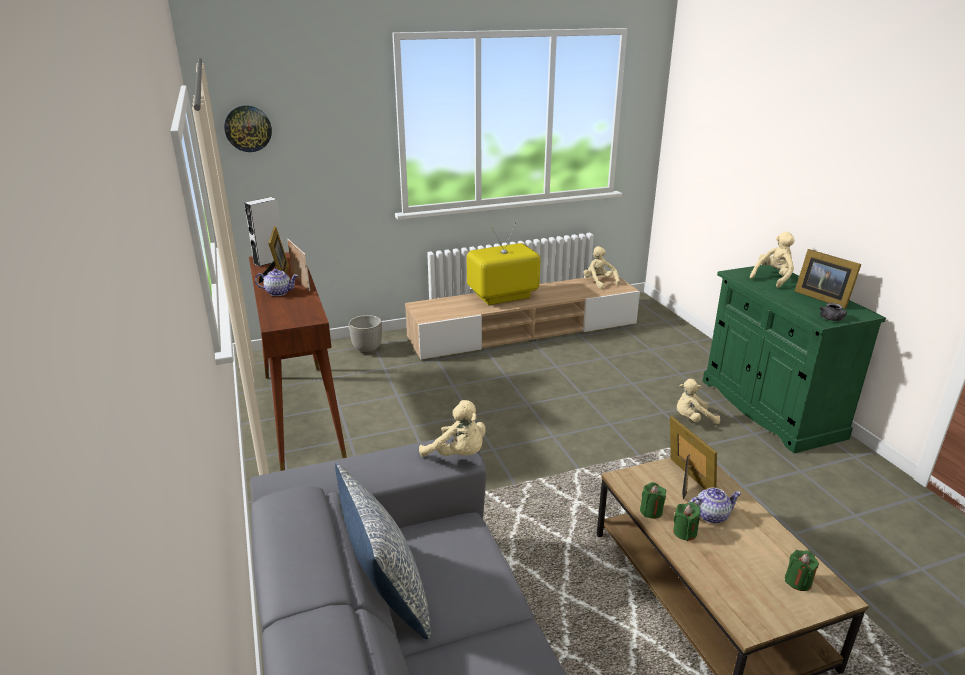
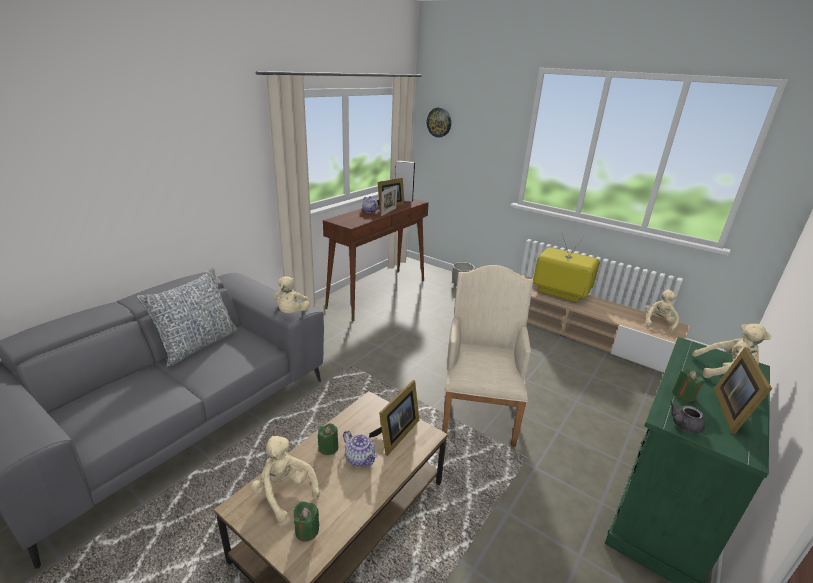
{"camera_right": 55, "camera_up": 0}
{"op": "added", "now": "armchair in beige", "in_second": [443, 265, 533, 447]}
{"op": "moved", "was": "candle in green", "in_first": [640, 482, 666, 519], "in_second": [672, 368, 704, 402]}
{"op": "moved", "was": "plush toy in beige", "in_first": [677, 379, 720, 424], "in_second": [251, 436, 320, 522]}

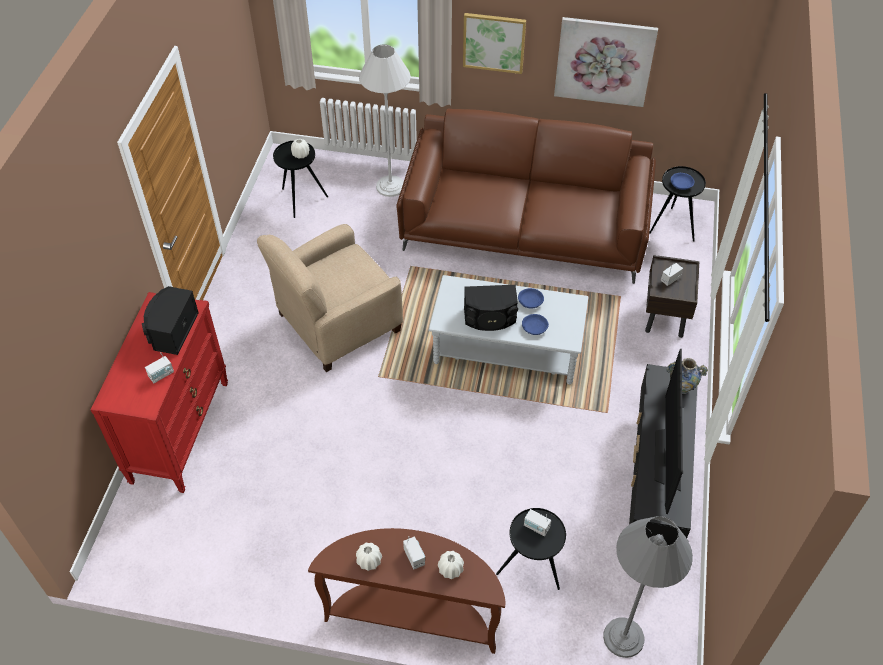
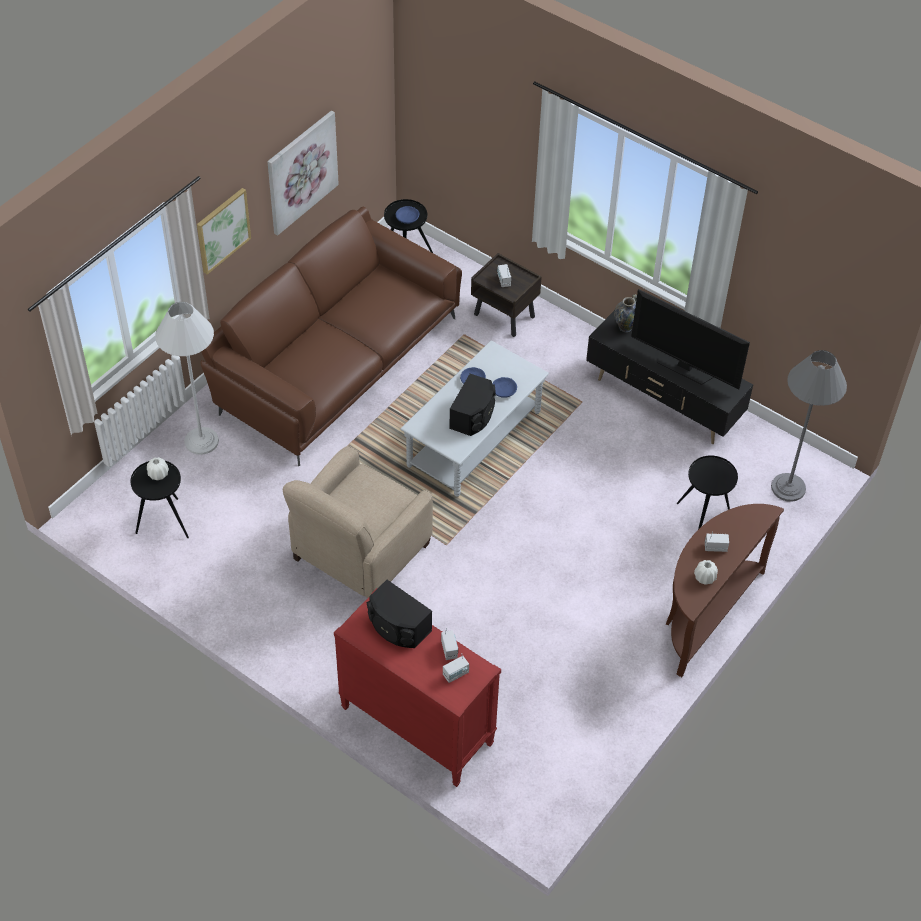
{"camera_right": -65, "camera_up": 0}
{"op": "removed", "was": "vase in white", "in_first": [438, 551, 464, 579]}
{"op": "moved", "was": "radio", "in_first": [524, 509, 551, 536], "in_second": [443, 653, 469, 683]}
{"op": "turned", "was": "armchair in beige", "in_first": [257, 224, 403, 372], "in_second": [283, 446, 433, 598], "clockwise": 45}

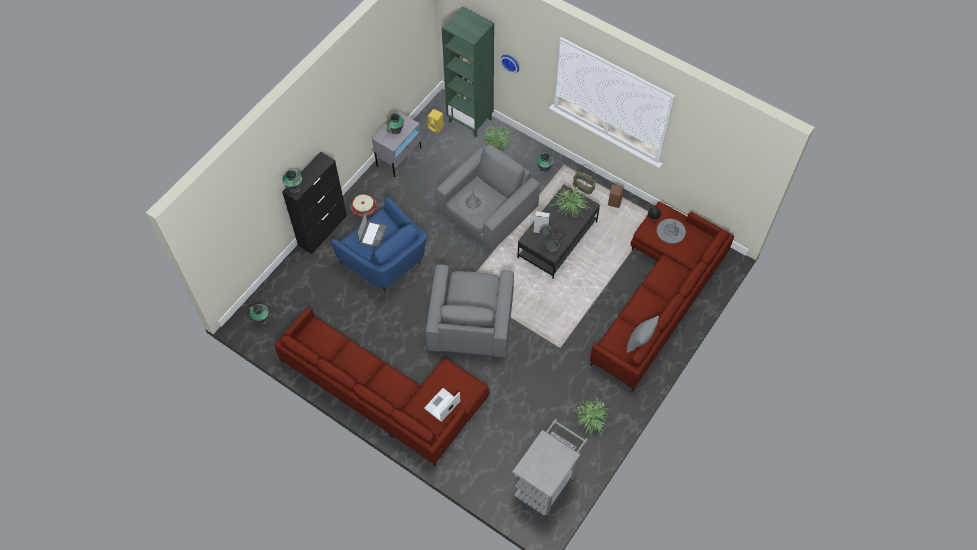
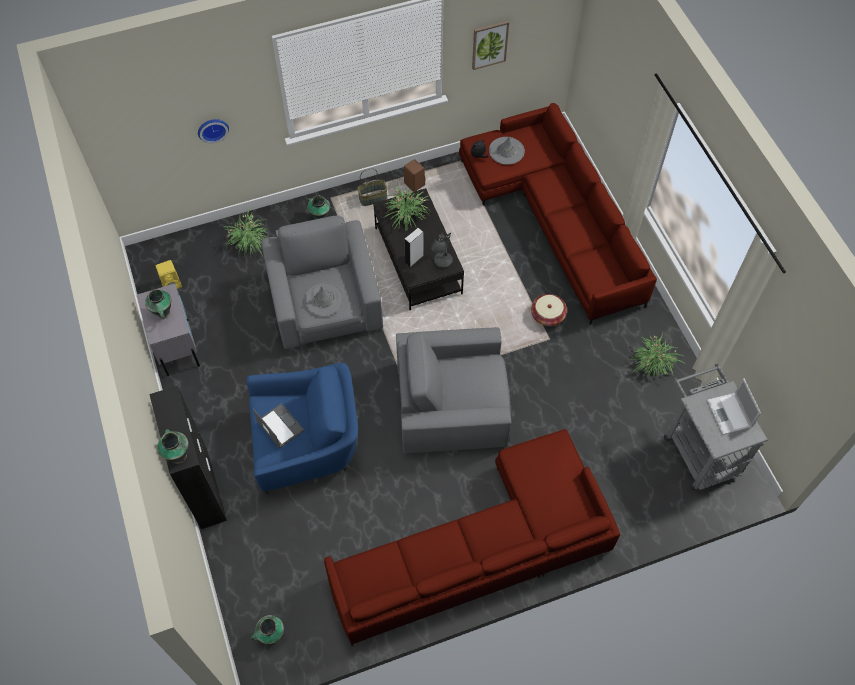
{"camera_right": -55, "camera_up": 0}
{"op": "removed", "was": "bookcase in green", "in_first": [442, 6, 494, 137]}
{"op": "removed", "was": "pillow in grey", "in_first": [626, 316, 659, 353]}
{"op": "added", "now": "picture", "in_second": [472, 21, 509, 70]}
{"op": "moved", "was": "basket", "in_first": [350, 194, 377, 217], "in_second": [531, 294, 567, 326]}
{"op": "moved", "was": "laptop", "in_first": [424, 388, 460, 422], "in_second": [707, 379, 761, 435]}
{"op": "turned", "was": "armchair in grey", "in_first": [426, 264, 514, 358], "in_second": [396, 327, 511, 453], "clockwise": 135}

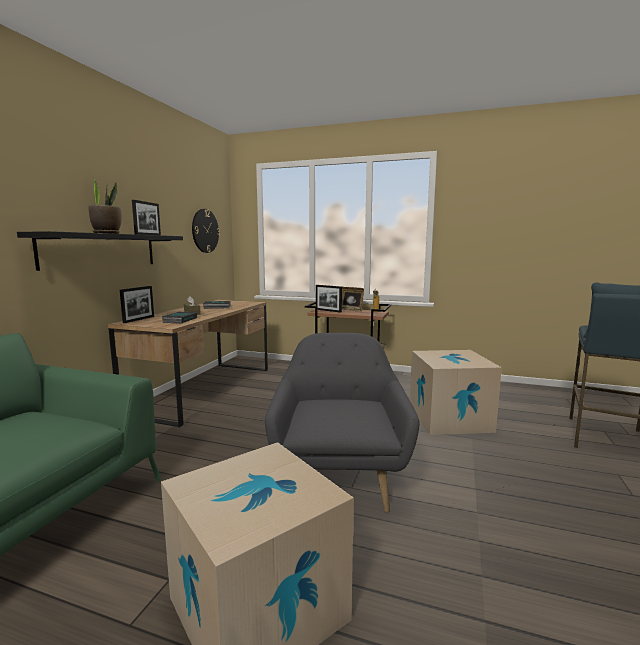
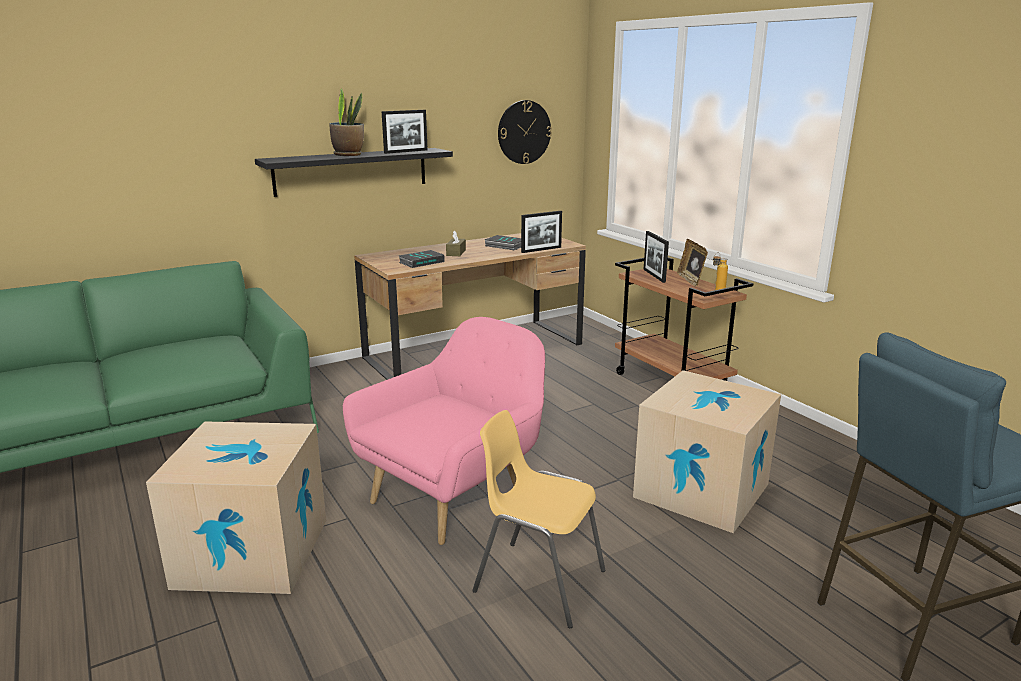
{"camera_right": 40, "camera_up": 10}
{"op": "added", "now": "chair in yellow", "in_second": [472, 410, 605, 628]}
{"op": "moved", "was": "picture frame", "in_first": [120, 286, 154, 323], "in_second": [521, 211, 562, 253]}
{"op": "recoloured", "was": "armchair in grey", "now": "armchair in pink", "in_first": [265, 333, 420, 513], "in_second": [343, 317, 545, 545]}

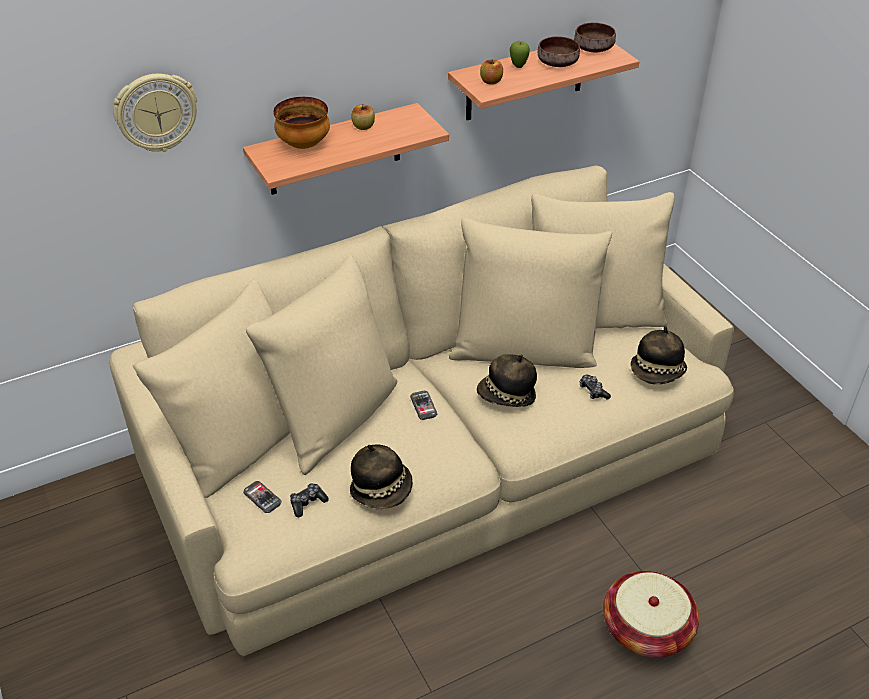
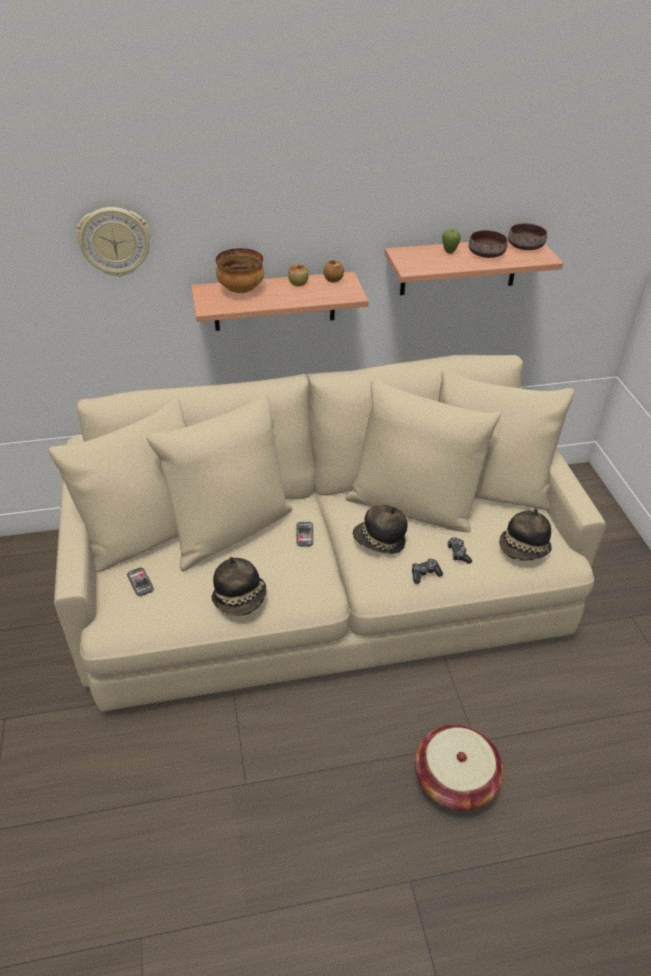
{"camera_right": 15, "camera_up": 0}
{"op": "moved", "was": "game controller", "in_first": [290, 483, 329, 517], "in_second": [412, 558, 443, 584]}
{"op": "moved", "was": "apple", "in_first": [480, 59, 503, 85], "in_second": [324, 260, 344, 283]}

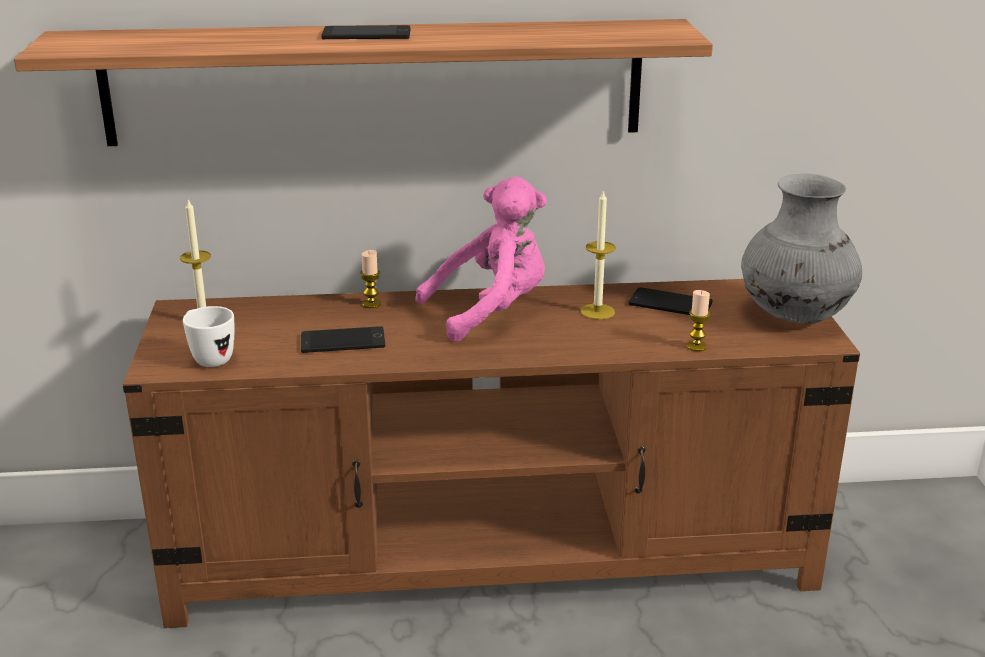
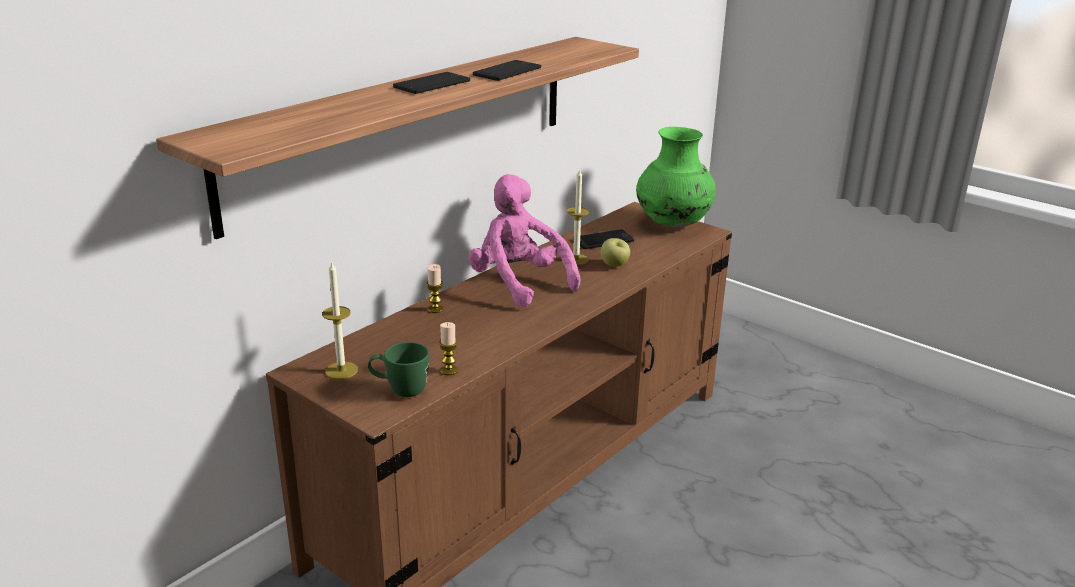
{"camera_right": -45, "camera_up": 0}
{"op": "added", "now": "apple", "in_second": [601, 238, 630, 267]}
{"op": "moved", "was": "phone", "in_first": [301, 326, 385, 353], "in_second": [473, 60, 541, 81]}
{"op": "moved", "was": "candle", "in_first": [686, 290, 710, 352], "in_second": [439, 322, 458, 375]}
{"op": "recoloured", "was": "mug in white", "now": "mug in green", "in_first": [183, 306, 234, 367], "in_second": [368, 342, 429, 397]}
{"op": "recoloured", "was": "vase in grey", "now": "vase in green", "in_first": [741, 174, 862, 324], "in_second": [636, 127, 716, 227]}
{"op": "turned", "was": "plush toy in pink", "in_first": [415, 177, 547, 342], "in_second": [468, 174, 581, 307], "clockwise": -60}

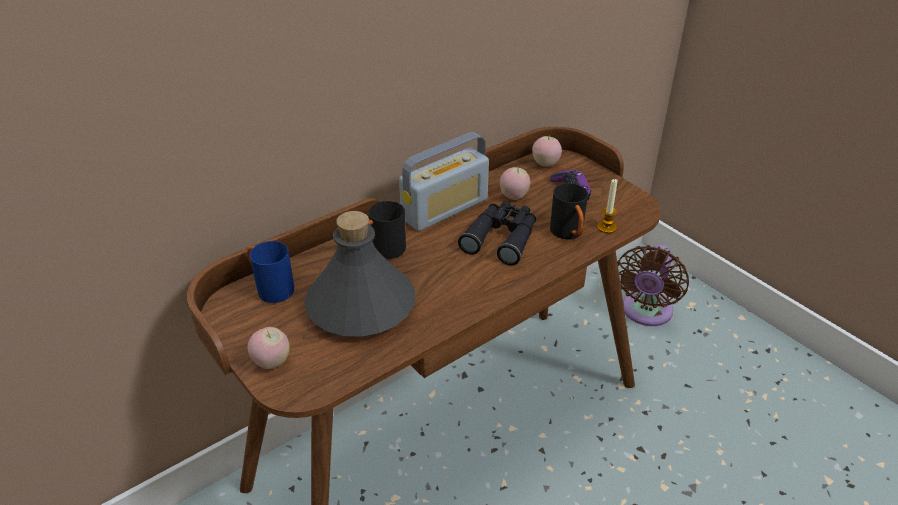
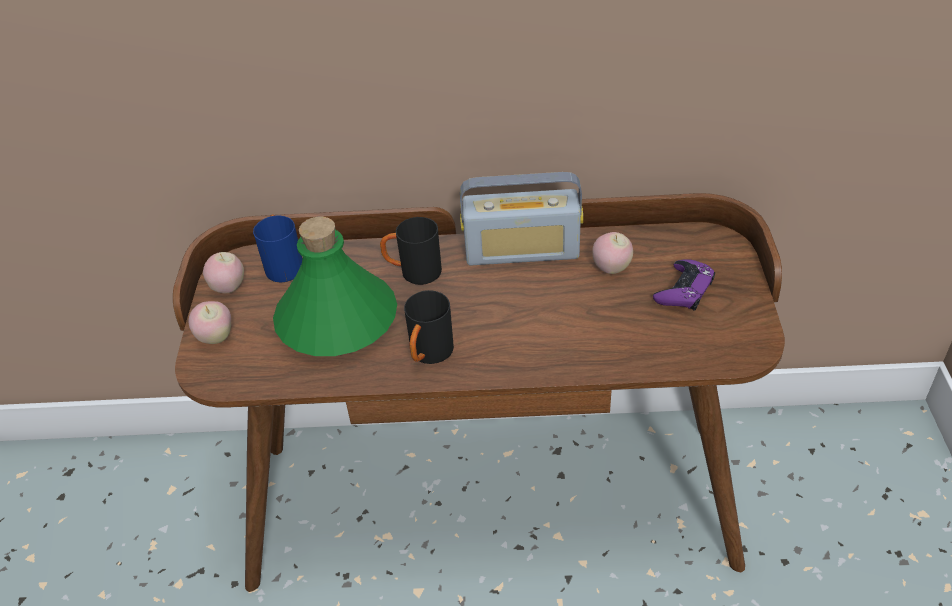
{"camera_right": 40, "camera_up": 5}
{"op": "removed", "was": "binoculars in black", "in_first": [458, 201, 536, 266]}
{"op": "removed", "was": "candle", "in_first": [597, 179, 618, 233]}
{"op": "removed", "was": "fan in brown", "in_first": [617, 245, 689, 326]}
{"op": "moved", "was": "apple", "in_first": [532, 136, 562, 167], "in_second": [203, 252, 244, 293]}
{"op": "moved", "was": "mug in black", "in_first": [550, 183, 588, 239], "in_second": [404, 290, 454, 364]}
{"op": "recoloured", "was": "bottle in grey", "now": "bottle in green", "in_first": [304, 211, 416, 337], "in_second": [273, 217, 397, 356]}

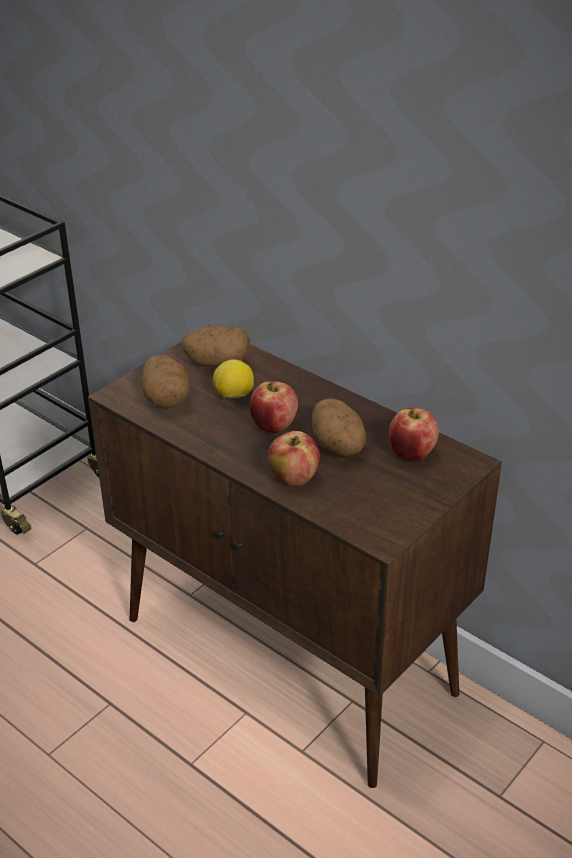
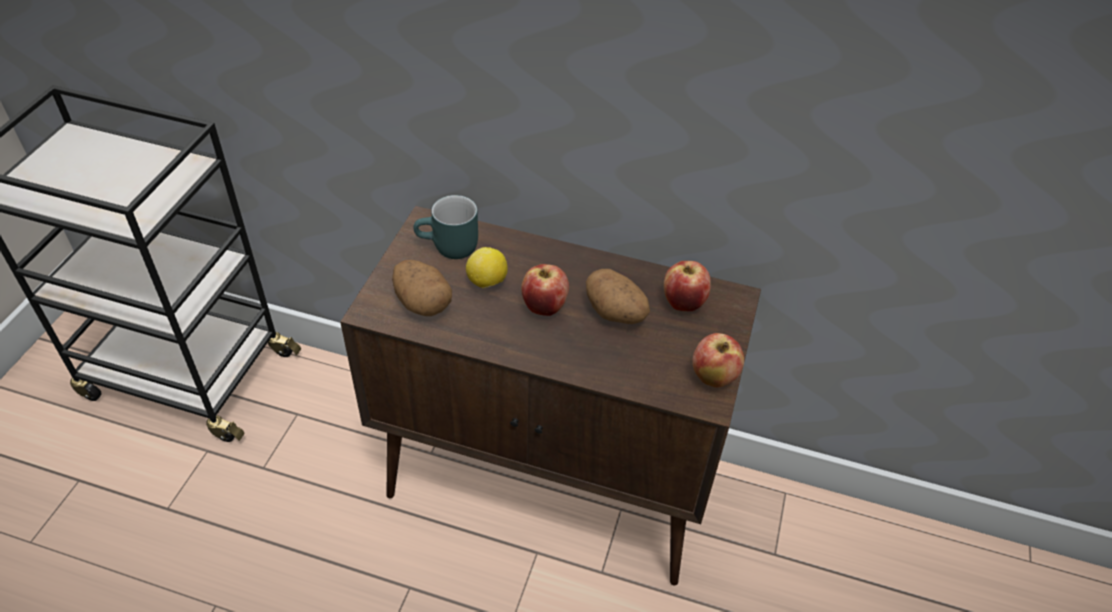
{"camera_right": -25, "camera_up": 10}
{"op": "moved", "was": "apple", "in_first": [268, 431, 320, 486], "in_second": [692, 333, 744, 388]}
{"op": "replaced", "was": "potato", "now": "mug in turquoise", "in_first": [182, 326, 250, 367], "in_second": [414, 195, 478, 259]}

